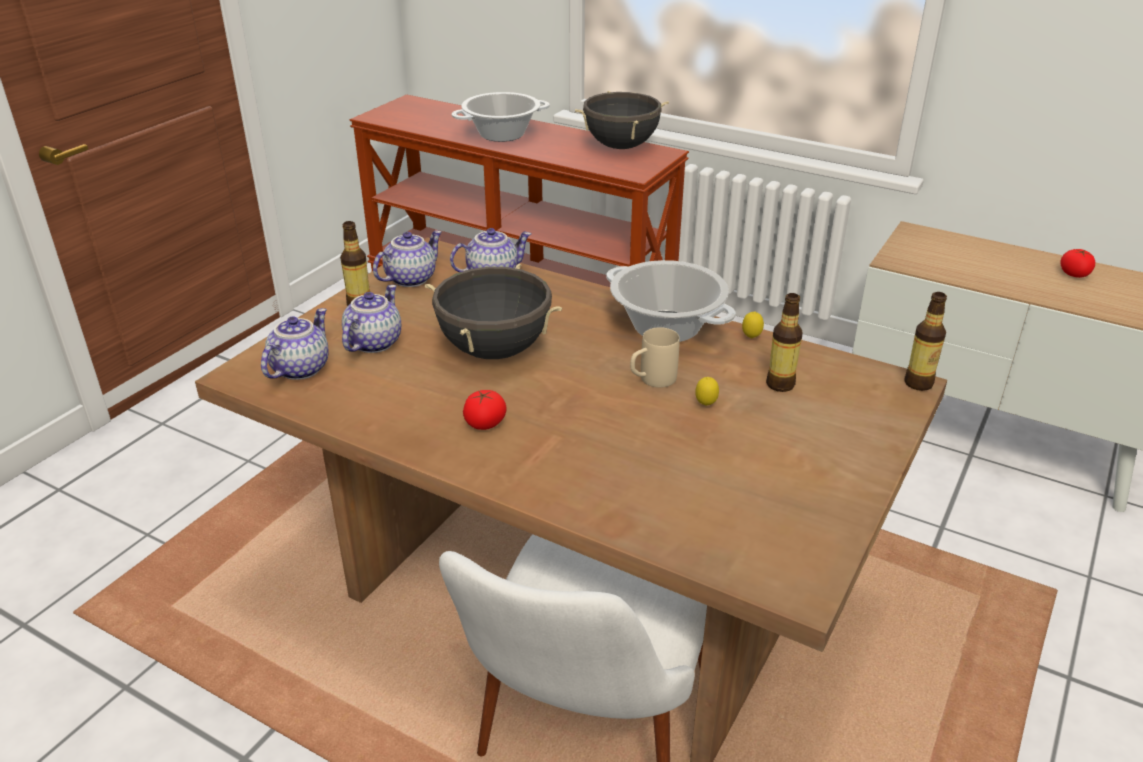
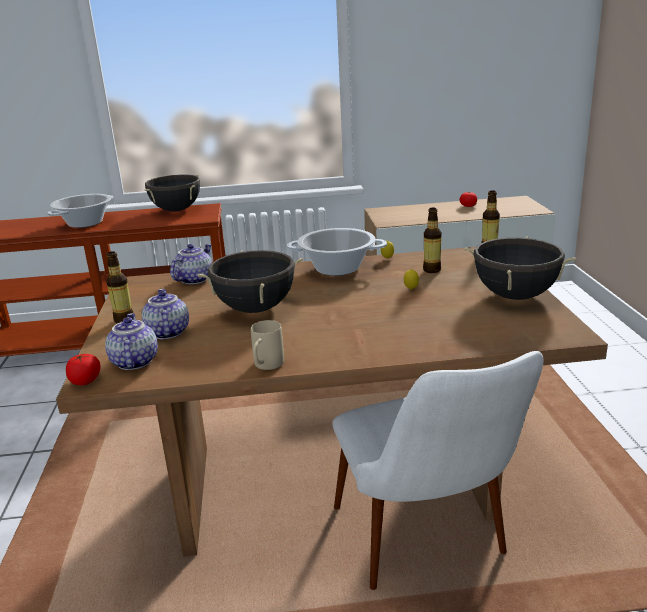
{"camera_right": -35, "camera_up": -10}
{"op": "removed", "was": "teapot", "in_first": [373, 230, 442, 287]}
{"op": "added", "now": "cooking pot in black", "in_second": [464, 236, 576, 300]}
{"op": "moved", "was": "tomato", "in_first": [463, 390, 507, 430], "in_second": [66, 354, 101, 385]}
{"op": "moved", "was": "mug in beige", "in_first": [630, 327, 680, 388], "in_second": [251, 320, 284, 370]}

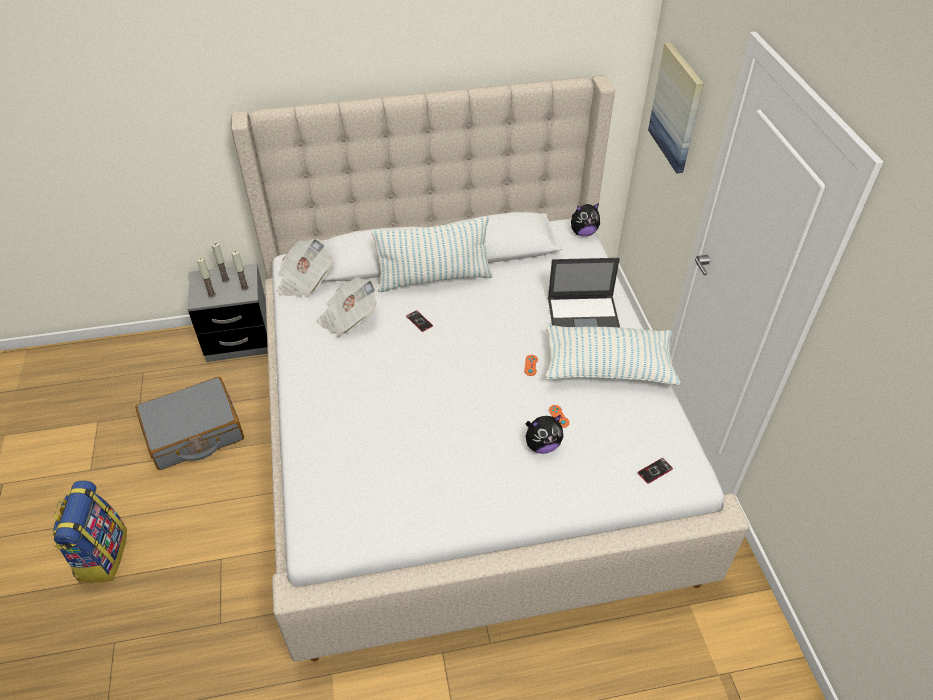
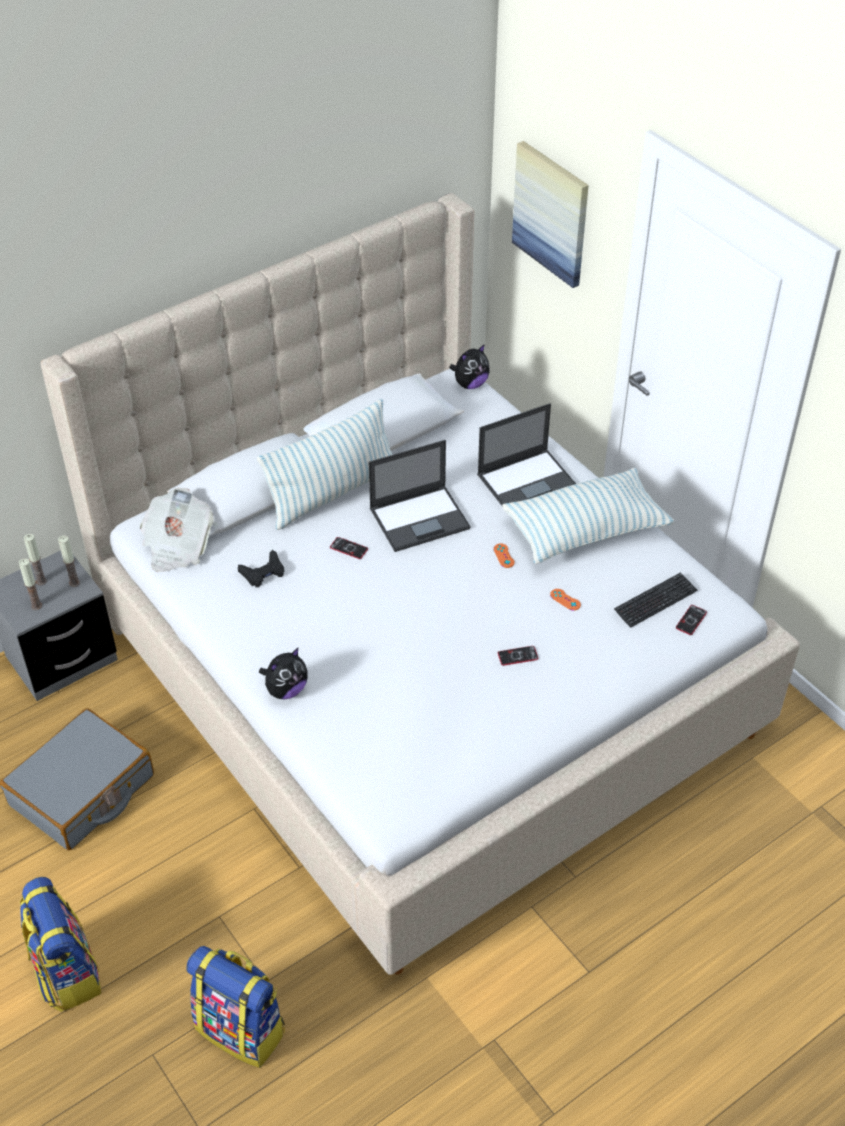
{"camera_right": -25, "camera_up": 0}
{"op": "added", "now": "backpack", "in_second": [186, 946, 285, 1068]}
{"op": "added", "now": "laptop", "in_second": [369, 440, 471, 552]}
{"op": "added", "now": "phone", "in_second": [498, 646, 539, 666]}
{"op": "added", "now": "keyboard", "in_second": [614, 572, 697, 628]}
{"op": "moved", "was": "plush toy", "in_first": [526, 415, 563, 454], "in_second": [259, 648, 308, 700]}
{"op": "replaced", "was": "newspaper", "now": "game controller in black", "in_first": [317, 277, 377, 337], "in_second": [238, 550, 284, 587]}

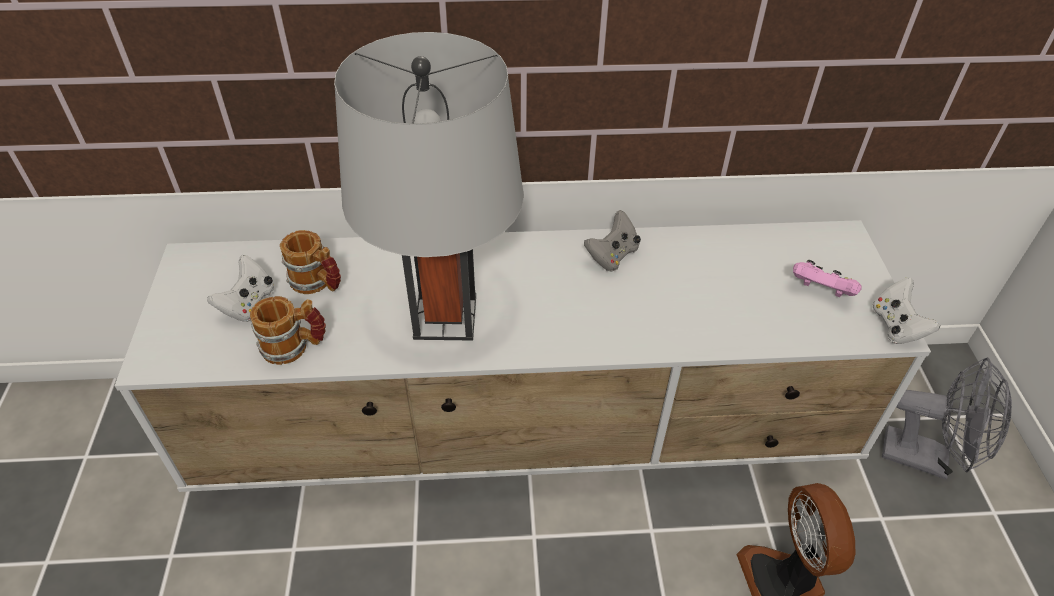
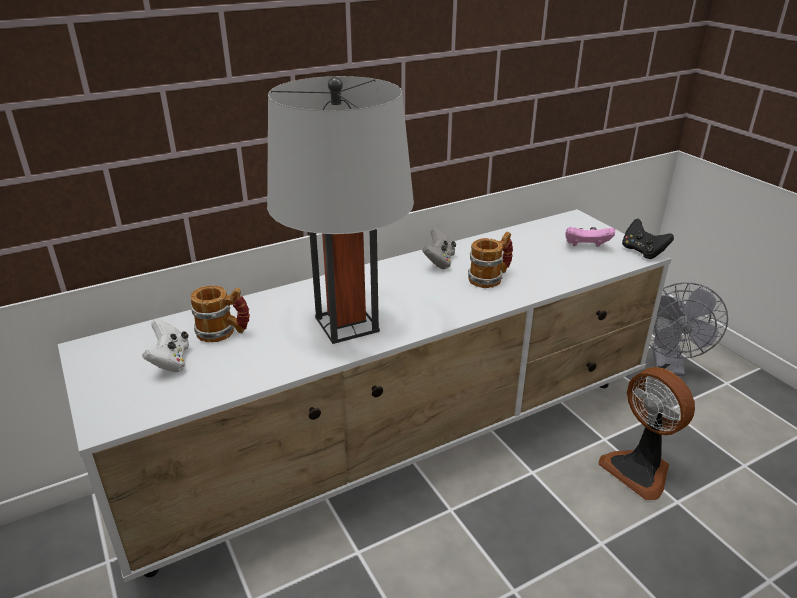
{"camera_right": -25, "camera_up": -15}
{"op": "moved", "was": "mug", "in_first": [250, 296, 326, 365], "in_second": [468, 231, 513, 288]}
{"op": "recoloured", "was": "game controller in white", "now": "game controller in black", "in_first": [872, 278, 940, 344], "in_second": [622, 218, 674, 259]}
{"op": "turned", "was": "fan in grey", "in_first": [882, 357, 1012, 479], "in_second": [649, 282, 728, 376], "clockwise": 105}

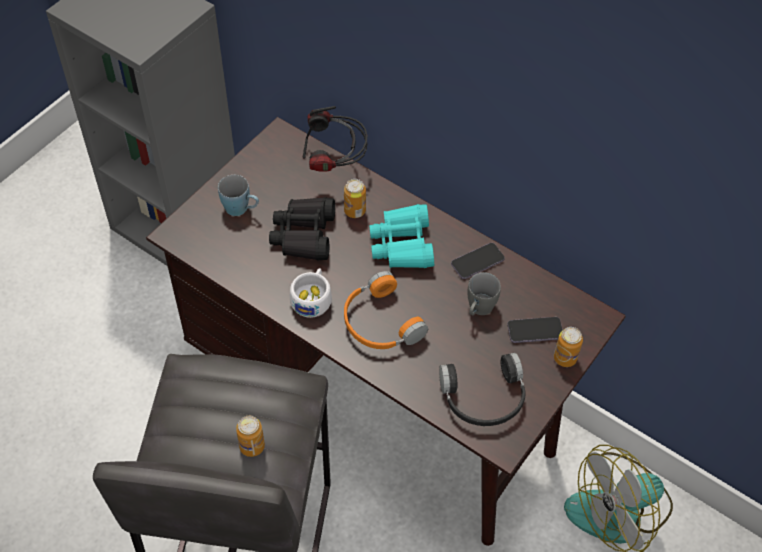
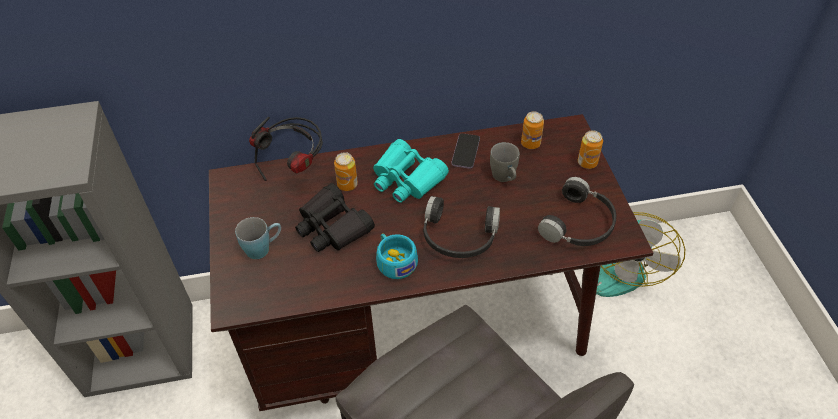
{"camera_right": -45, "camera_up": -5}
{"op": "removed", "was": "phone", "in_first": [507, 317, 563, 343]}
{"op": "moved", "was": "can", "in_first": [236, 416, 265, 457], "in_second": [521, 111, 544, 149]}
{"op": "recoloured", "was": "cup in white", "now": "cup in turquoise", "in_first": [290, 268, 332, 318], "in_second": [376, 234, 418, 279]}
{"op": "recoloured", "was": "headphones in orange", "now": "headphones in black", "in_first": [344, 271, 428, 349], "in_second": [423, 196, 500, 258]}

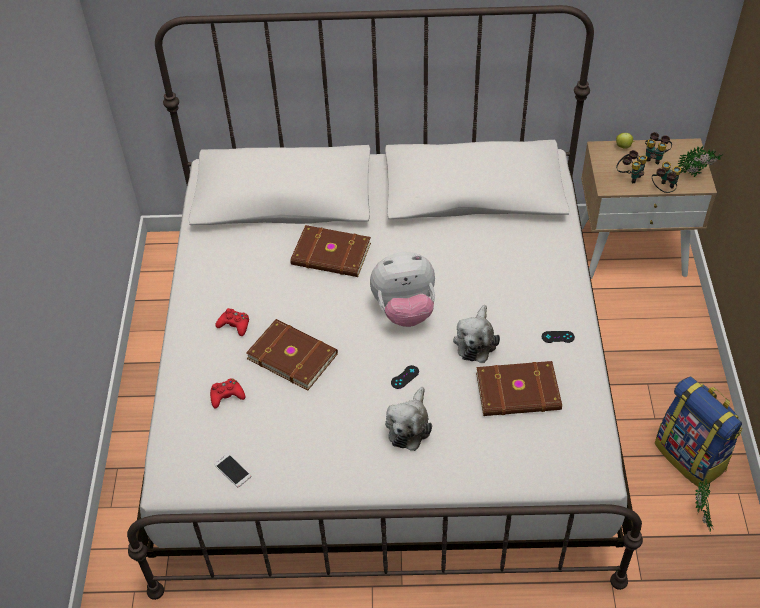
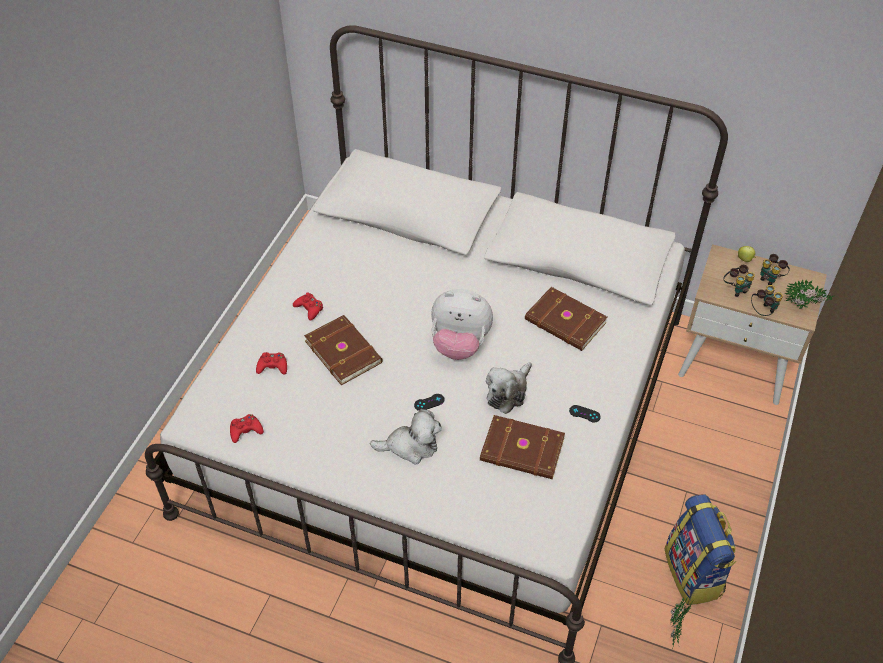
{"camera_right": 20, "camera_up": 0}
{"op": "moved", "was": "book in brown", "in_first": [290, 225, 371, 277], "in_second": [525, 287, 608, 351]}
{"op": "replaced", "was": "phone", "now": "game controller in red", "in_first": [214, 453, 252, 487], "in_second": [230, 414, 264, 443]}
{"op": "turned", "was": "plush toy", "in_first": [385, 387, 432, 451], "in_second": [370, 409, 442, 464], "clockwise": -135}

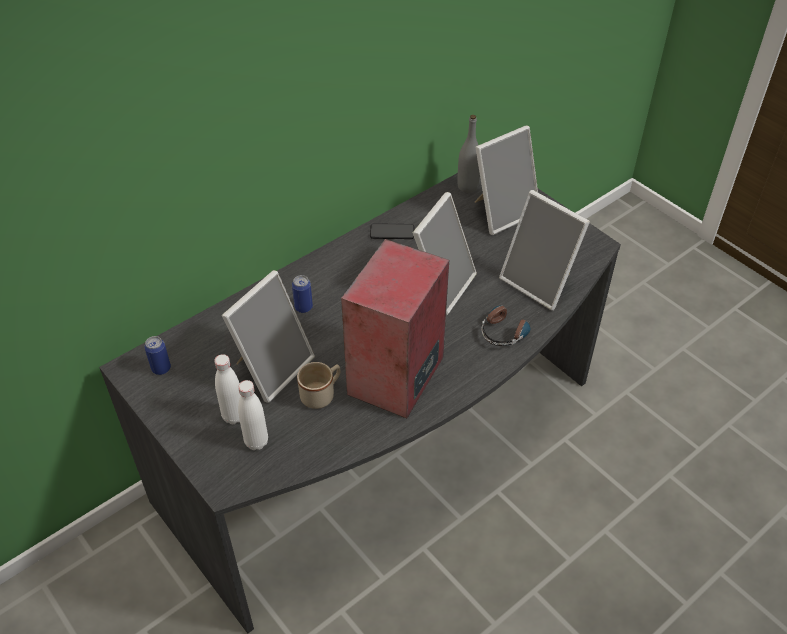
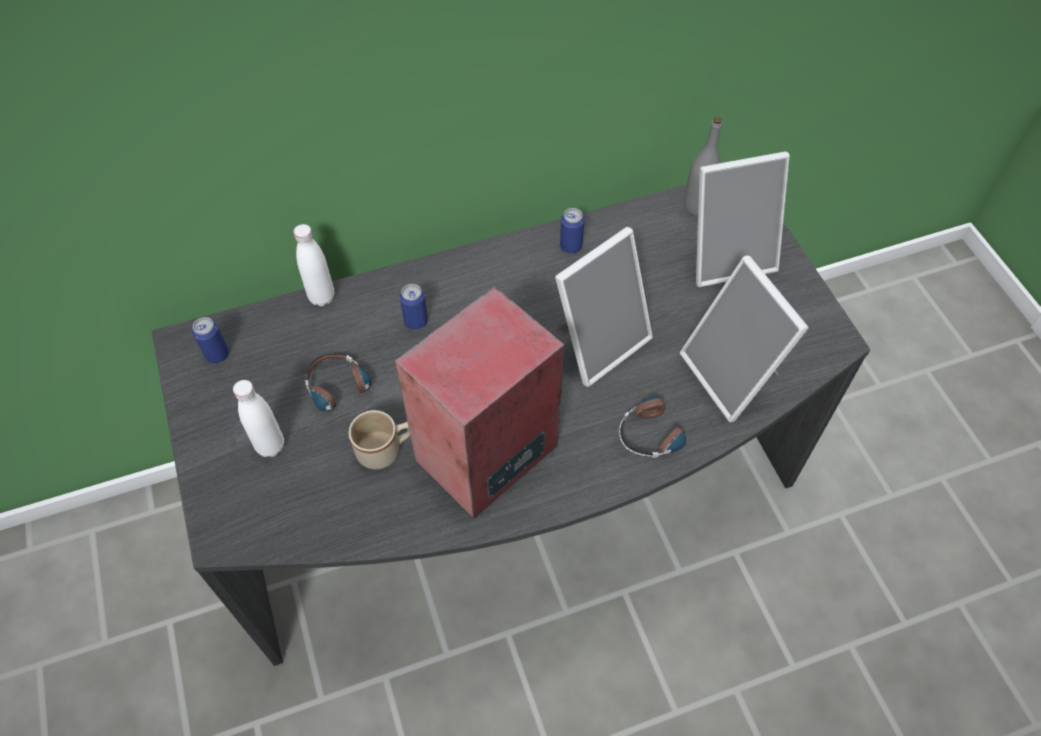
{"camera_right": 20, "camera_up": 10}
{"op": "moved", "was": "bottle in white", "in_first": [238, 380, 268, 450], "in_second": [293, 224, 334, 306]}
{"op": "replaced", "was": "picture frame", "now": "headphones", "in_first": [222, 270, 315, 403], "in_second": [305, 354, 371, 427]}
{"op": "replaced", "was": "phone", "now": "can", "in_first": [370, 223, 414, 239], "in_second": [560, 208, 585, 254]}

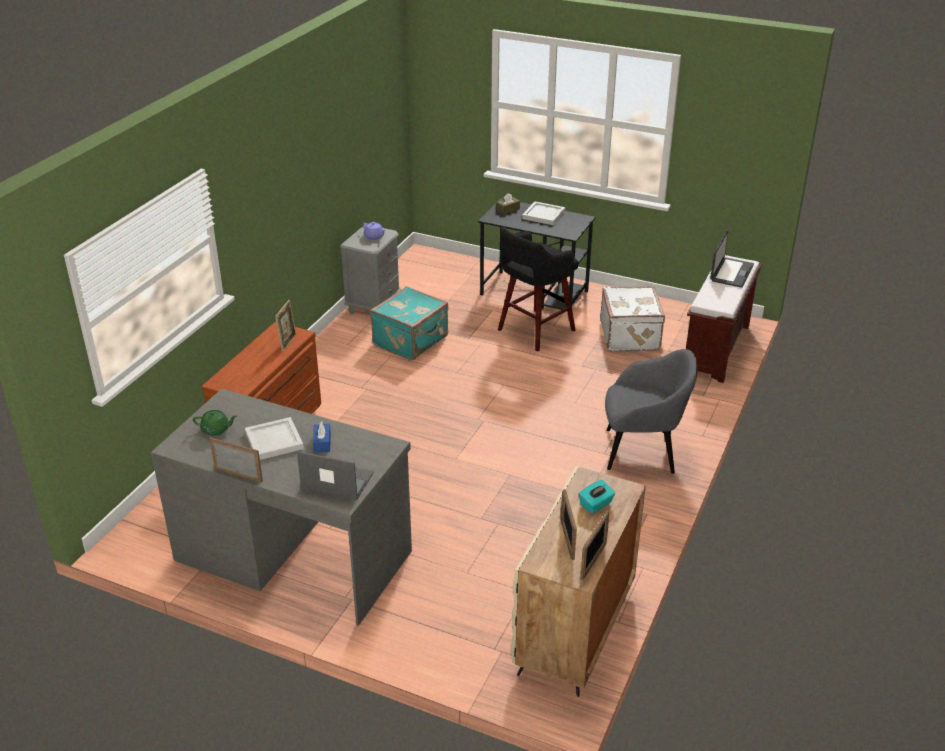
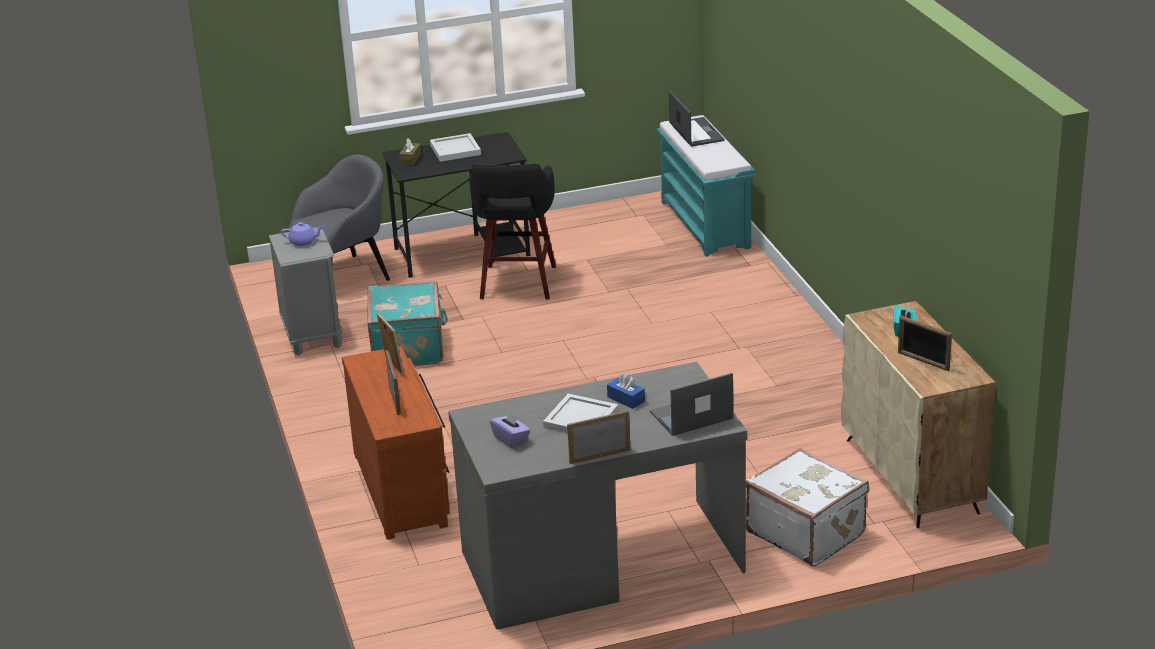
{"camera_right": -40, "camera_up": -5}
{"op": "moved", "was": "picture frame", "in_first": [580, 511, 609, 580], "in_second": [385, 350, 401, 415]}
{"op": "moved", "was": "suitcase in white", "in_first": [600, 286, 665, 351], "in_second": [746, 448, 869, 567]}
{"op": "moved", "was": "armchair in grey", "in_first": [605, 349, 697, 474], "in_second": [289, 154, 390, 281]}
{"op": "replaced", "was": "teapot in green", "now": "tissue box in purple", "in_first": [193, 410, 237, 436], "in_second": [490, 411, 530, 448]}
{"op": "recoloured", "was": "bench in brown", "now": "bench in turquoise", "in_first": [686, 255, 762, 383], "in_second": [657, 115, 755, 257]}

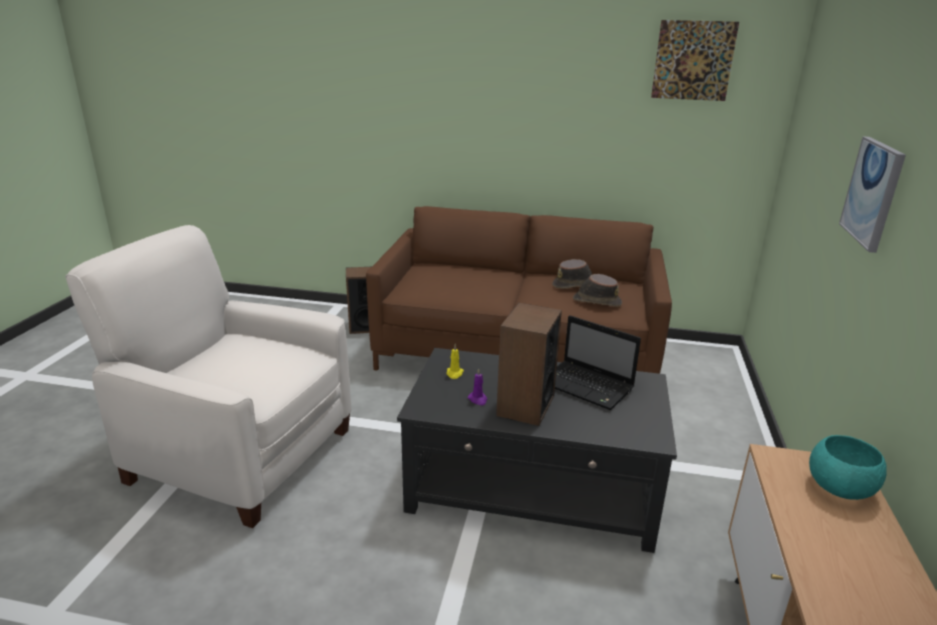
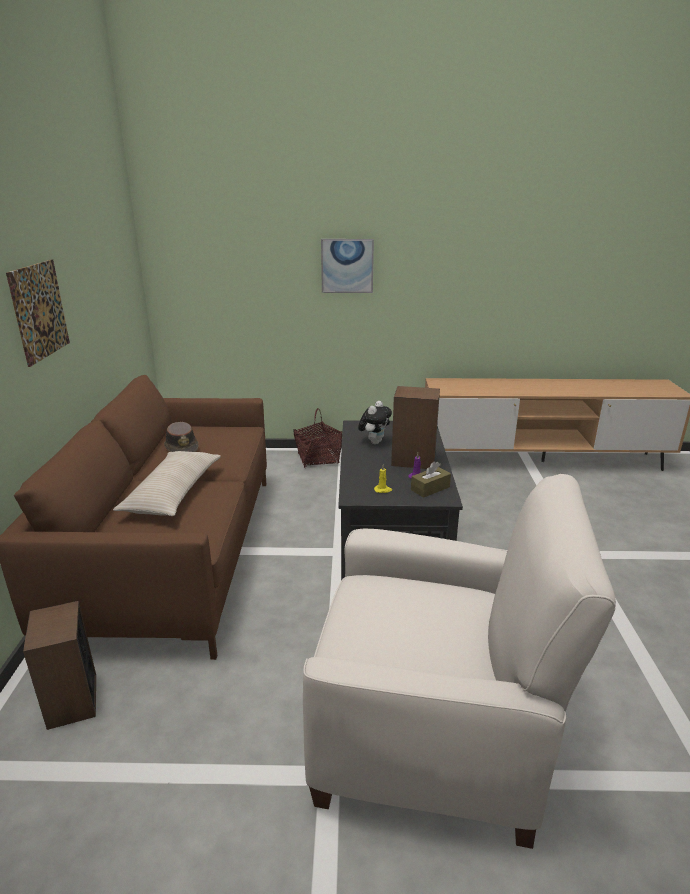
{"camera_right": -100, "camera_up": 0}
{"op": "removed", "was": "hat in brown", "in_first": [573, 274, 622, 307]}
{"op": "removed", "was": "bowl in turquoise", "in_first": [809, 435, 887, 500]}
{"op": "added", "now": "pillow in beige", "in_second": [113, 451, 221, 516]}
{"op": "added", "now": "basket", "in_second": [293, 408, 342, 468]}
{"op": "added", "now": "tissue box in brown", "in_second": [411, 461, 451, 498]}
{"op": "moved", "was": "picture", "in_first": [651, 20, 739, 101], "in_second": [6, 259, 70, 367]}
{"op": "replaced", "was": "laptop", "now": "plush toy", "in_first": [555, 315, 641, 410], "in_second": [358, 401, 392, 444]}
{"op": "turned", "was": "armchair in white", "in_first": [65, 225, 352, 528], "in_second": [303, 474, 616, 849], "clockwise": -90}

